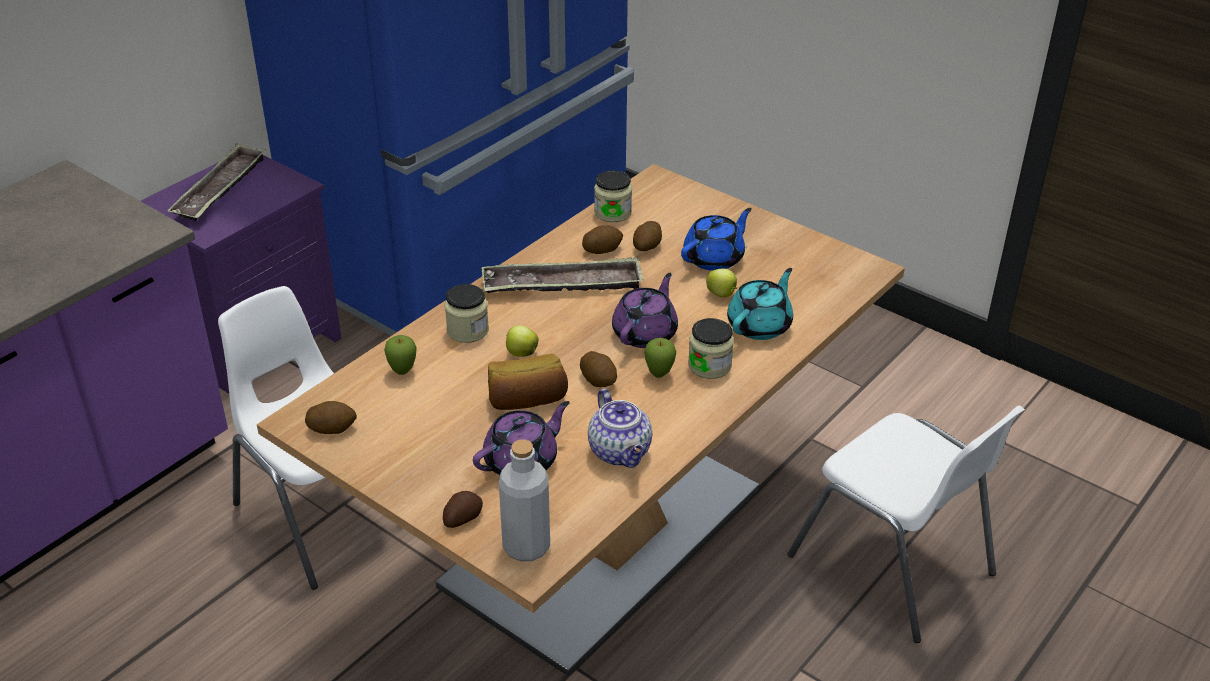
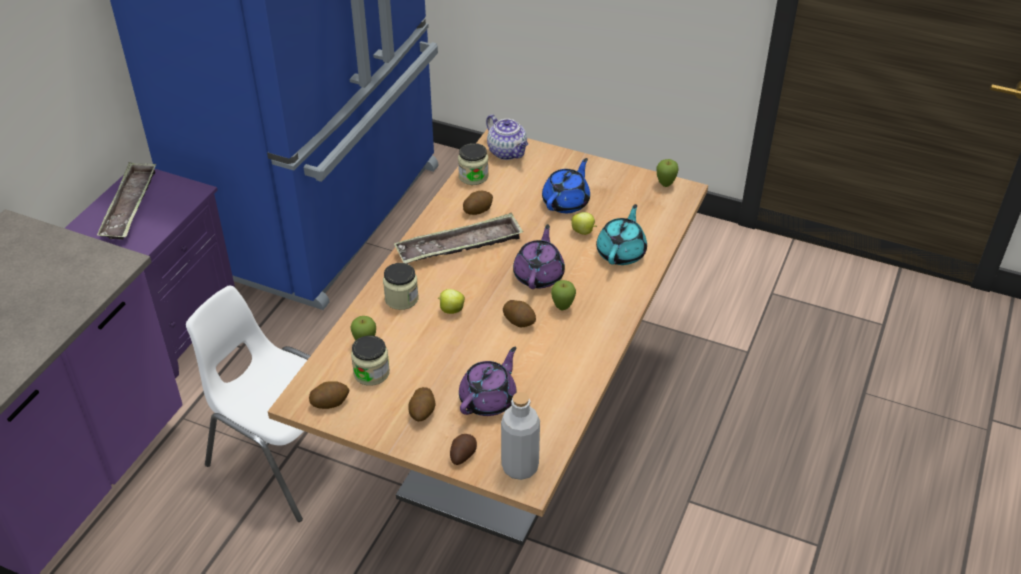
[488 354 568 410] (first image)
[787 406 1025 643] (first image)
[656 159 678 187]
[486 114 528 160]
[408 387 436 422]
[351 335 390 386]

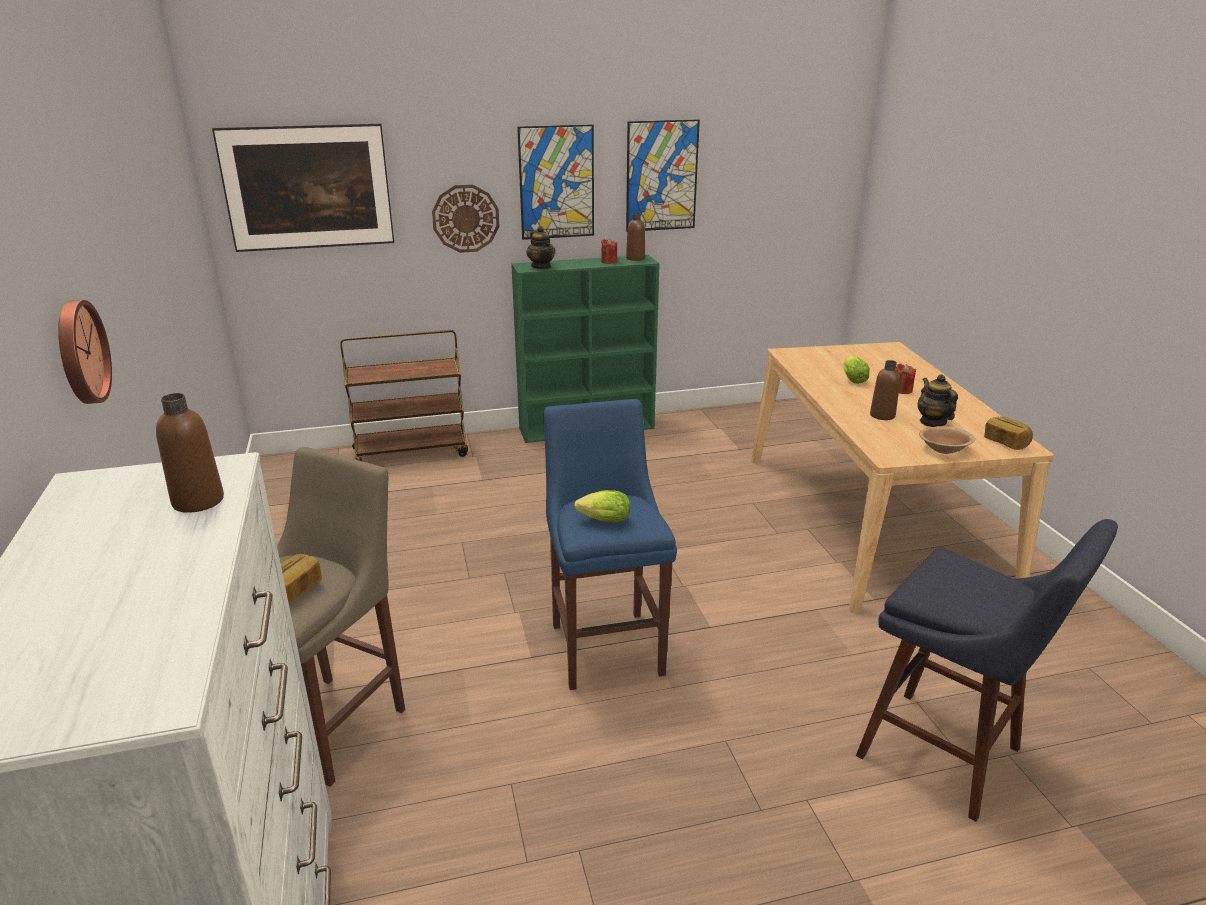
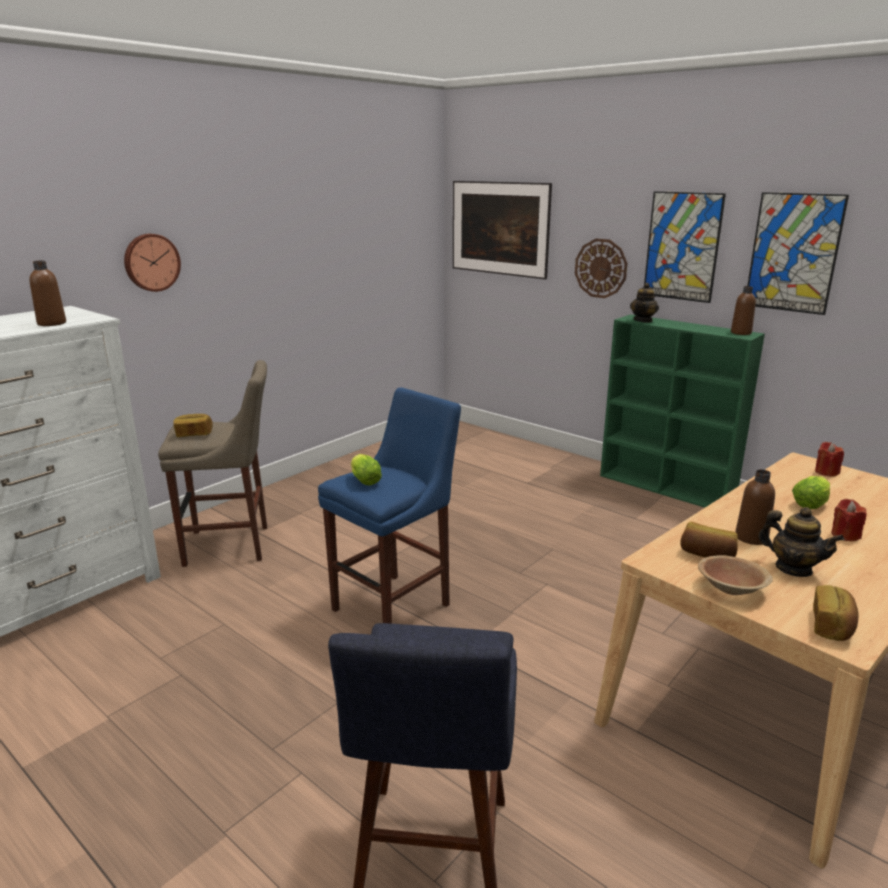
[340 330 468 461] (first image)
[680 521 738 557]
[815 442 844 477]
[758 507 844 577]

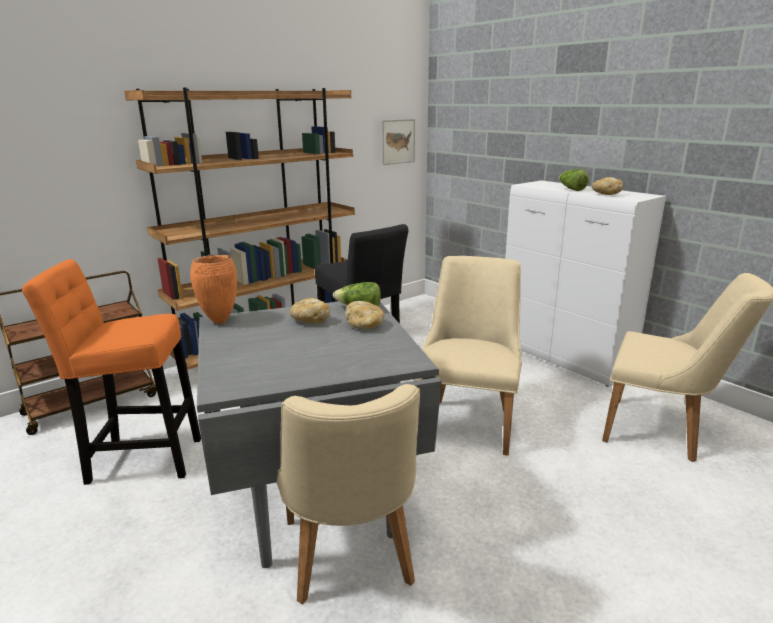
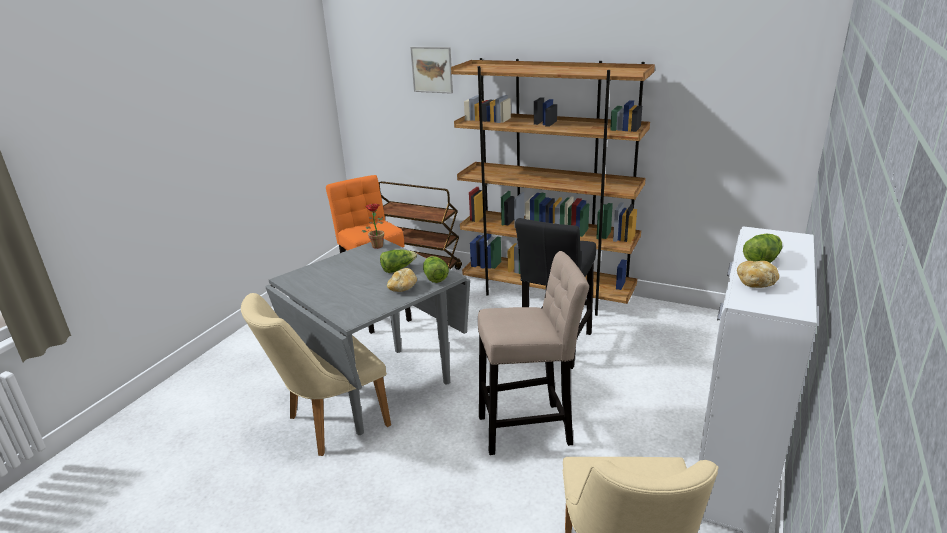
[410 47 453 94]
[362 204 384 249]
[380 250 417 273]
[478 251 589 455]

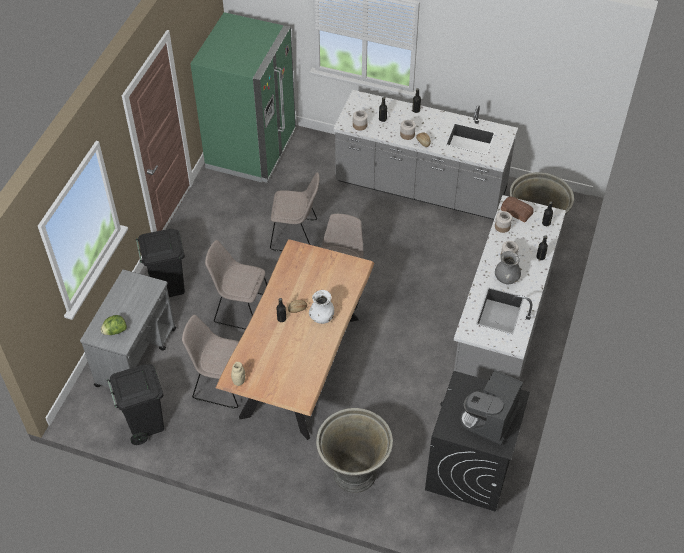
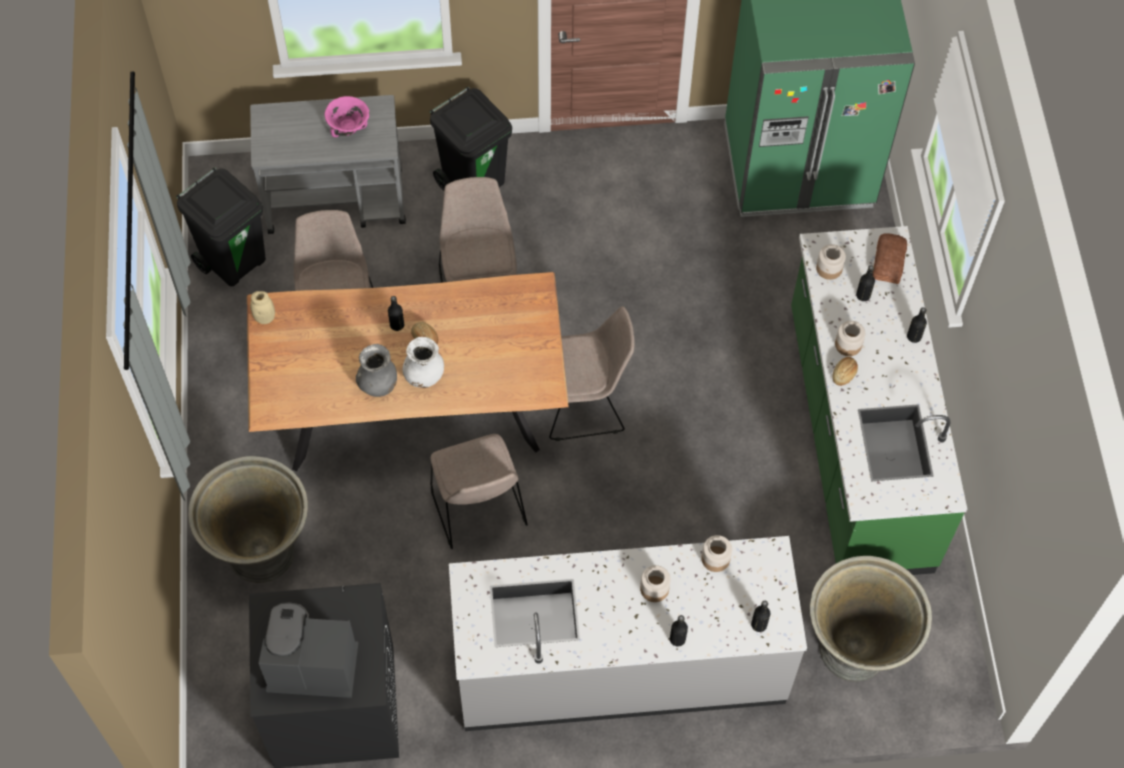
[101 315 127 335] (first image)
[324 96 369 137]
[430 434 528 549]
[356 344 397 397]
[873 233 907 284]
[791 226 967 575]

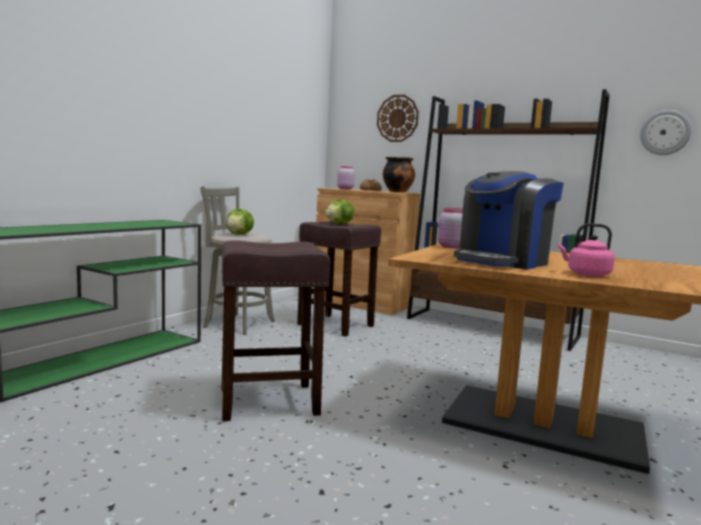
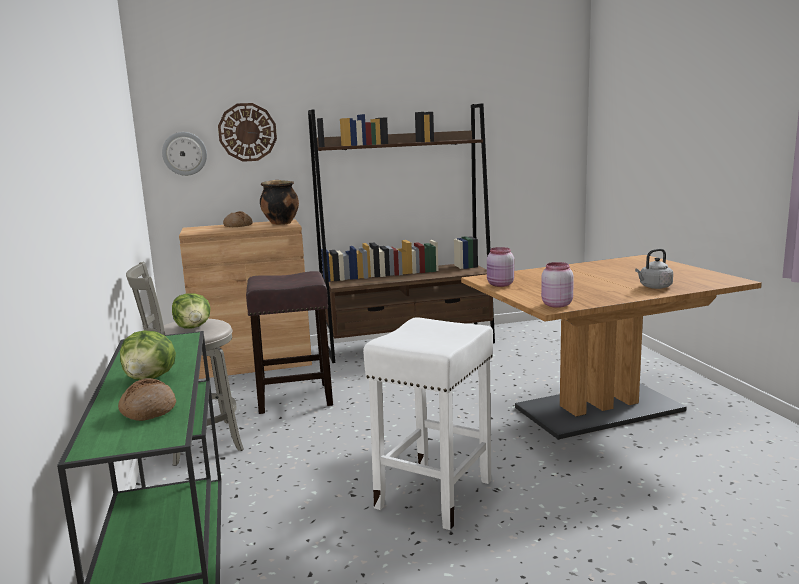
[454 171 564 269] (first image)
[118 378 176 421]
[120 330 176 380]
[541 262 574 308]
[162 132 207 176]
[363 318 493 530]
[635 249 673 289]

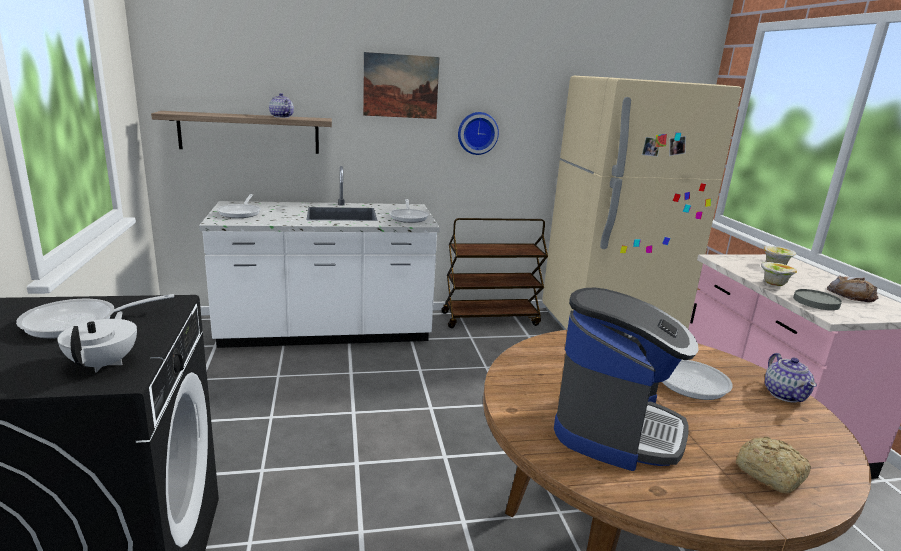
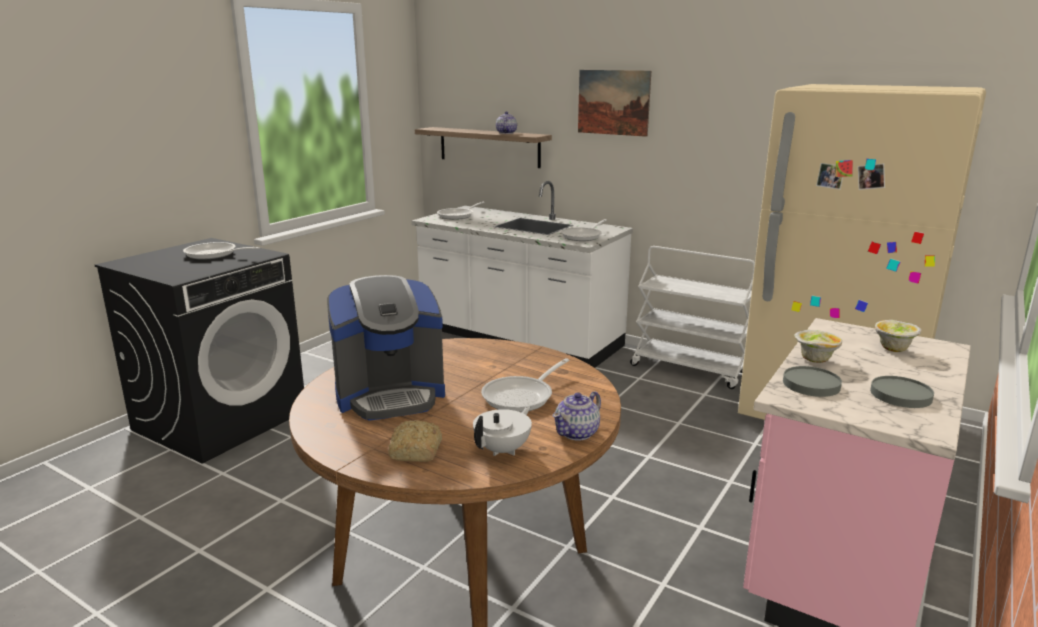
[458 112 499 155] (first image)
[473 406 532 456]
[870 376 934 408]
[630 246 755 389]

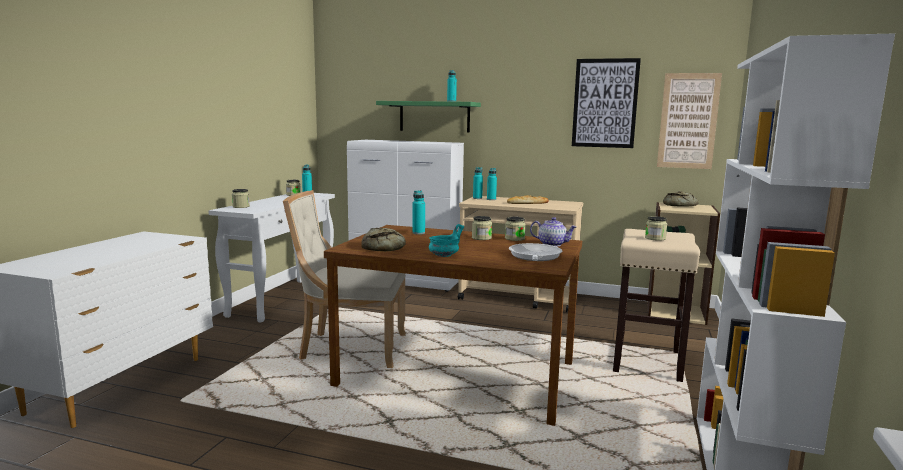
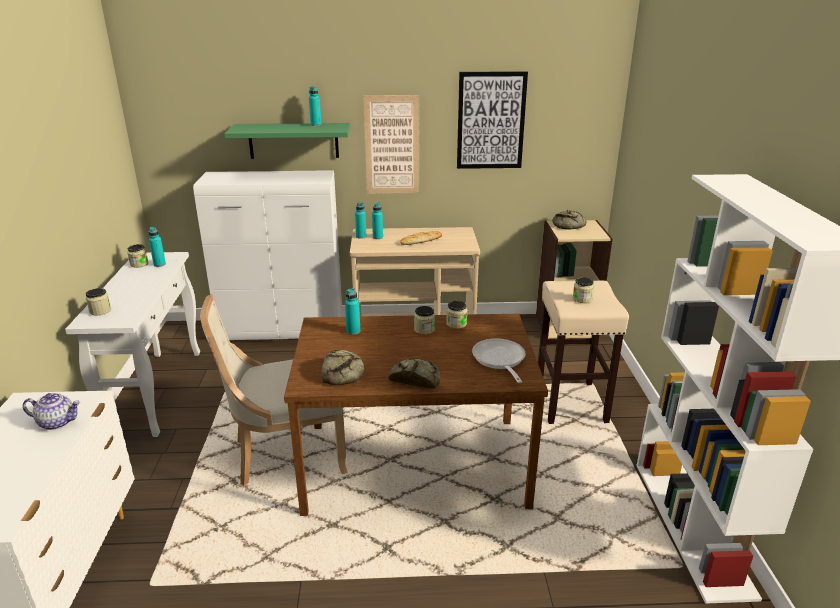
[23 393 80 430]
[363 95 419 193]
[389 358 441 389]

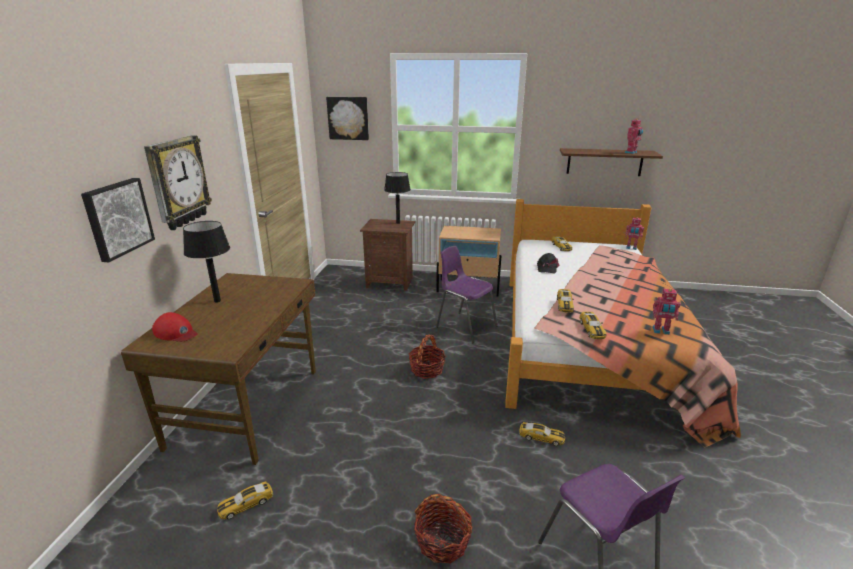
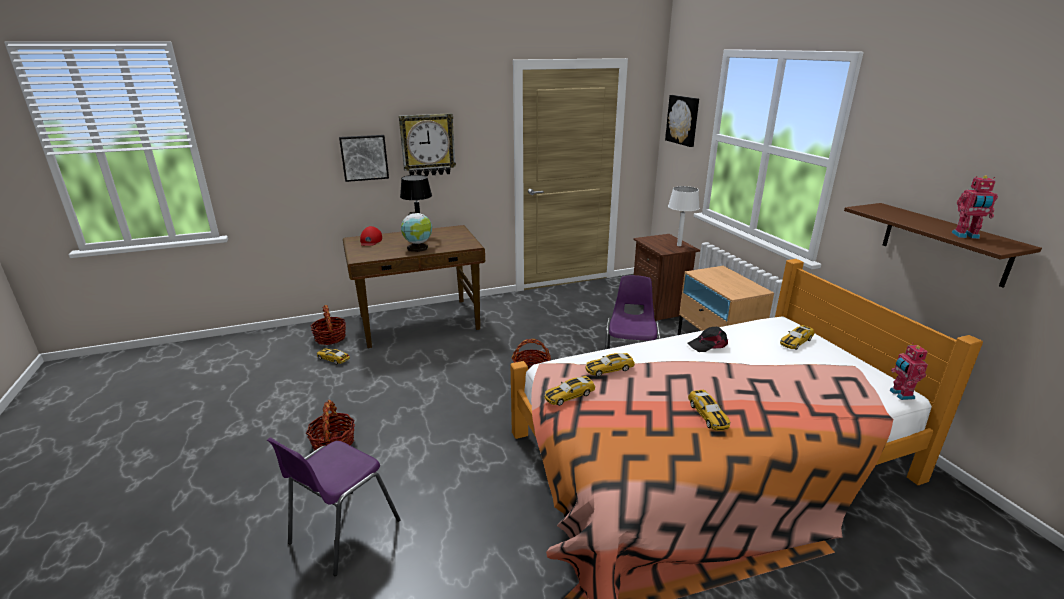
[652 288 681 335] (first image)
[311 305 346 345]
[401 212 432 252]
[688 390 730 431]
[668 186 700 246]

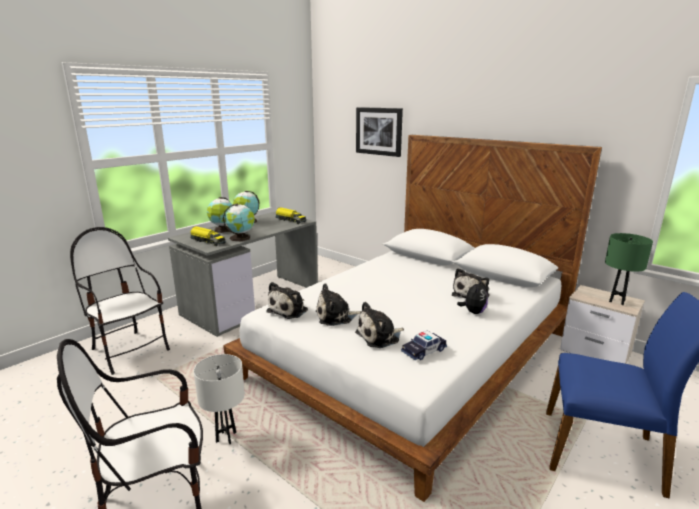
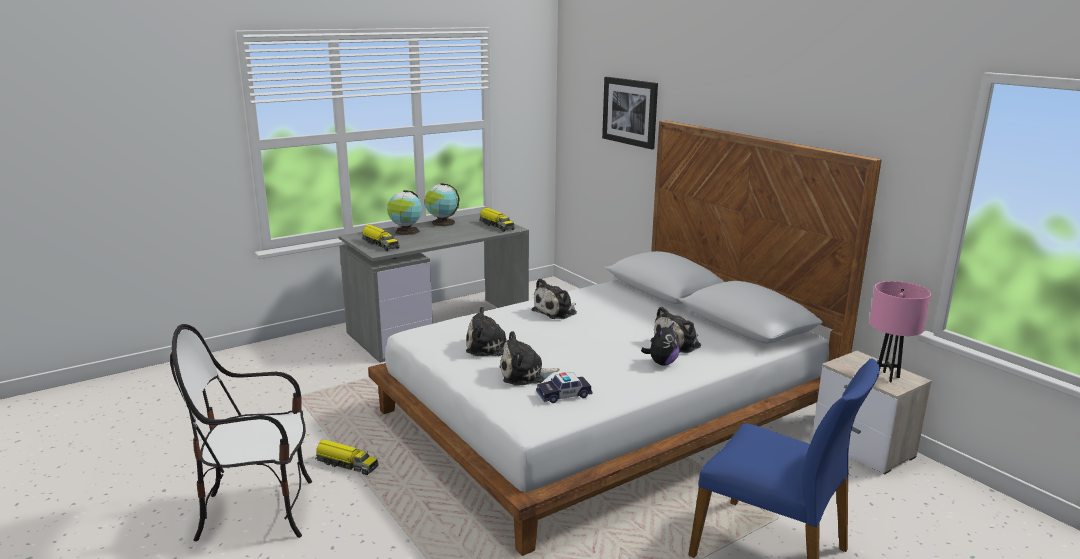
[70 227 170 375] (first image)
[223 204 255 241] (first image)
[531 278 577 319]
[315 439 379 475]
[869 281 931 382]

